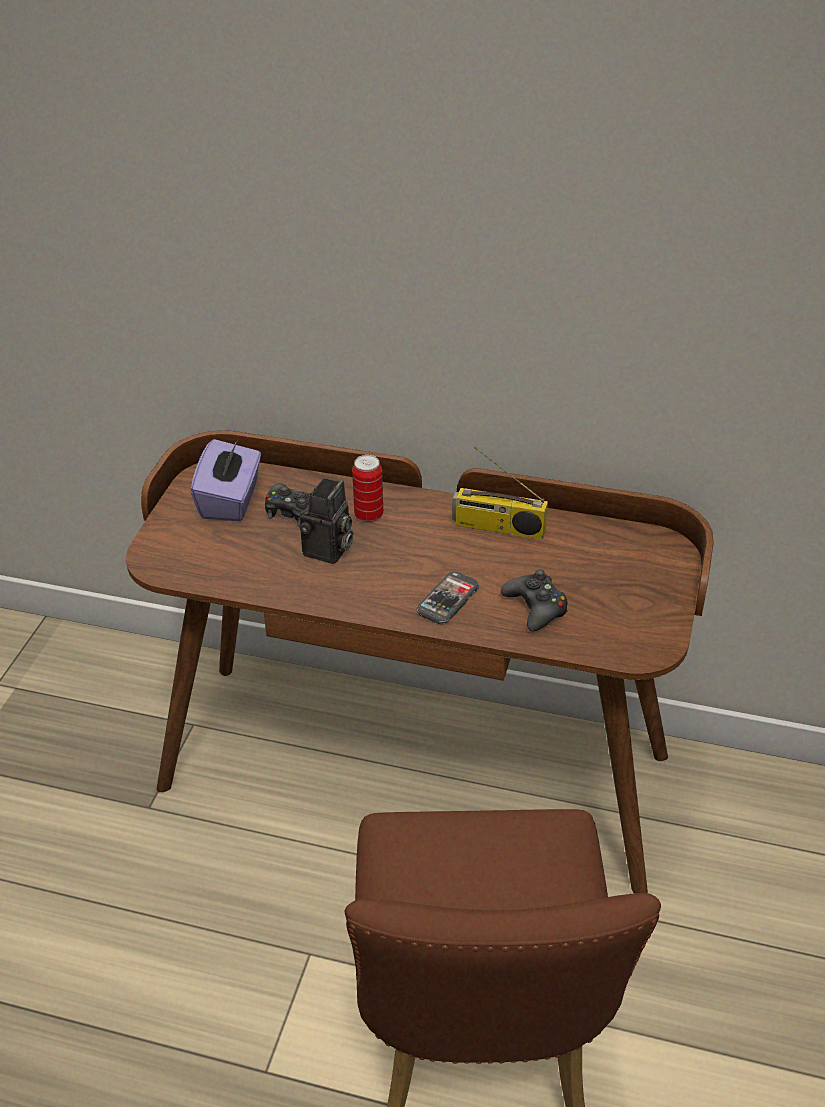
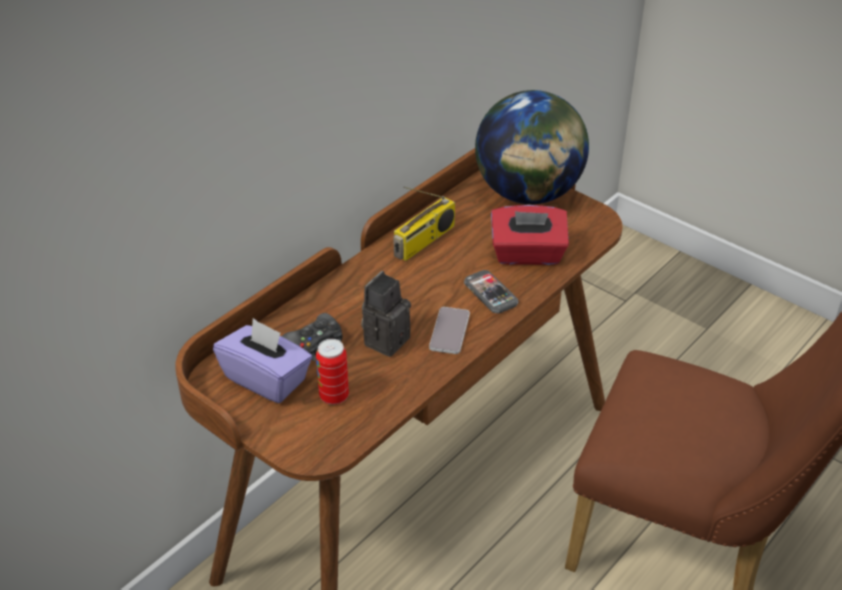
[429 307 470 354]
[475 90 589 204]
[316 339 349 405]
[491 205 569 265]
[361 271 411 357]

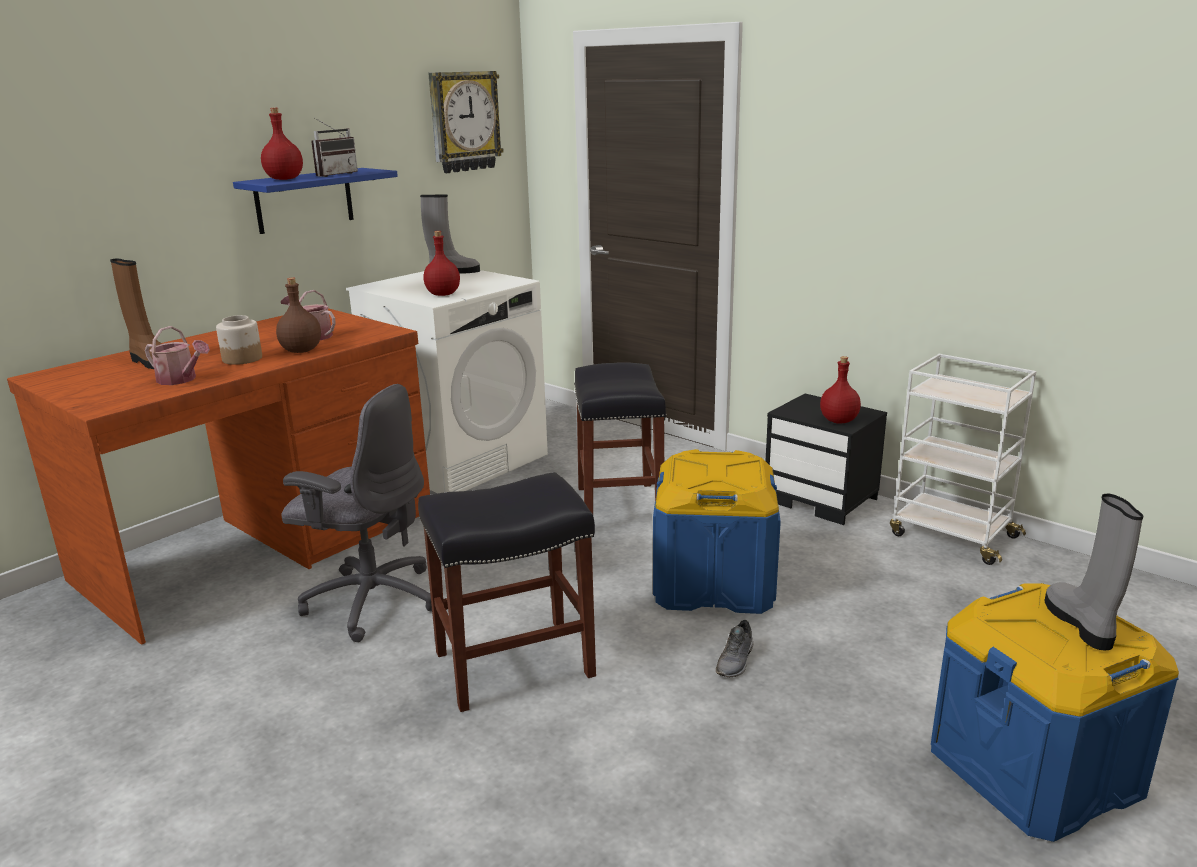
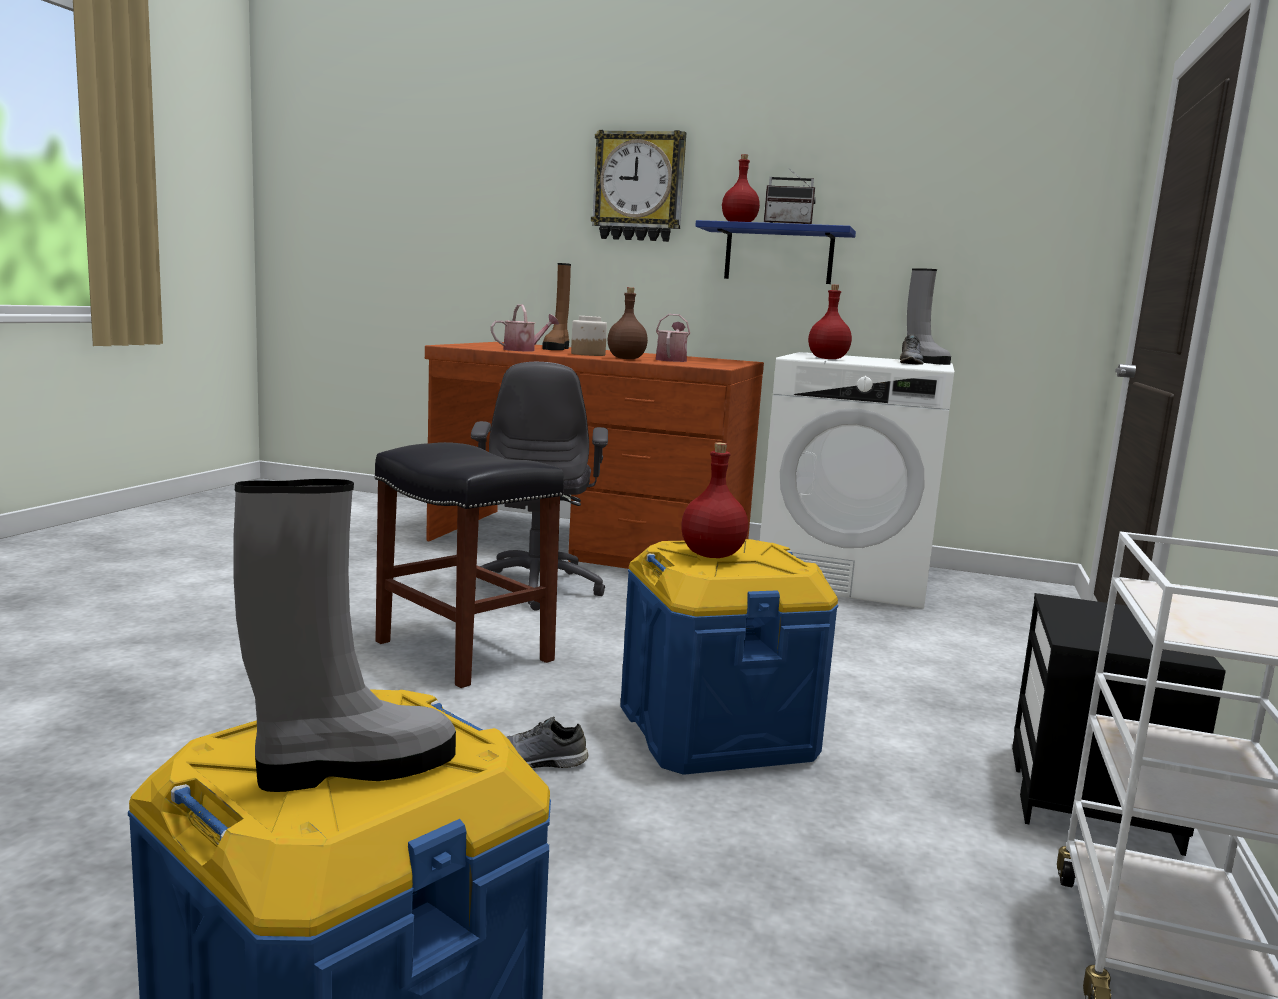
[574 362 667 514] (first image)
[900 334 924 365]
[591 130 686 242]
[681 442 748 558]
[491 304 559 352]

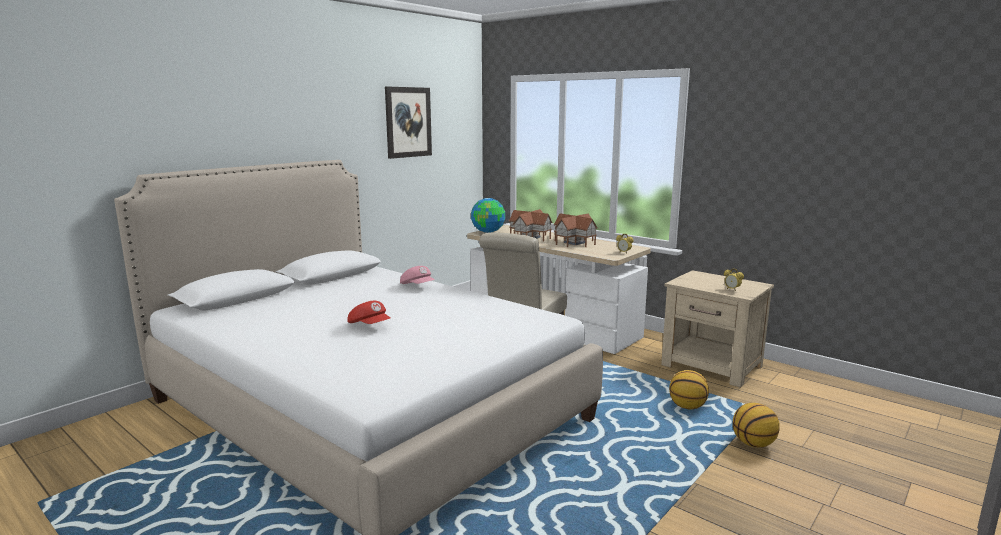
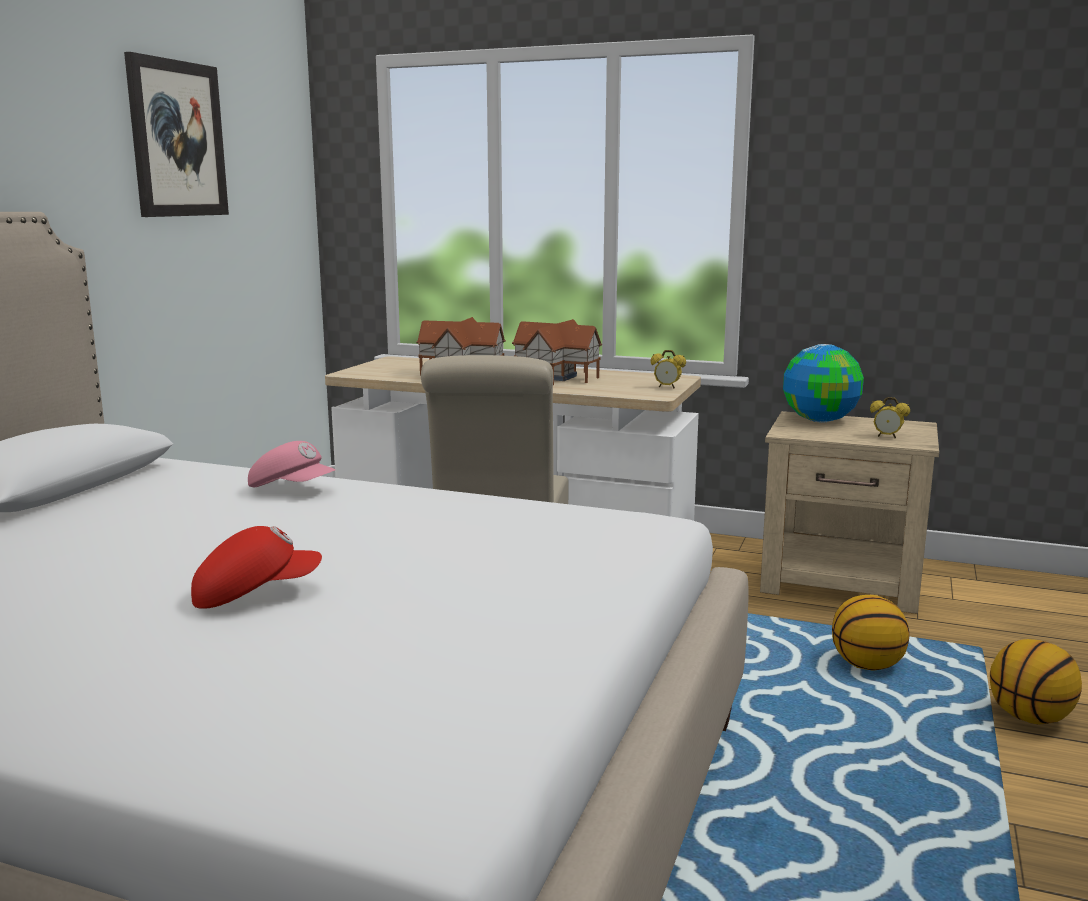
[783 344 864 423]
[191 526 322 609]

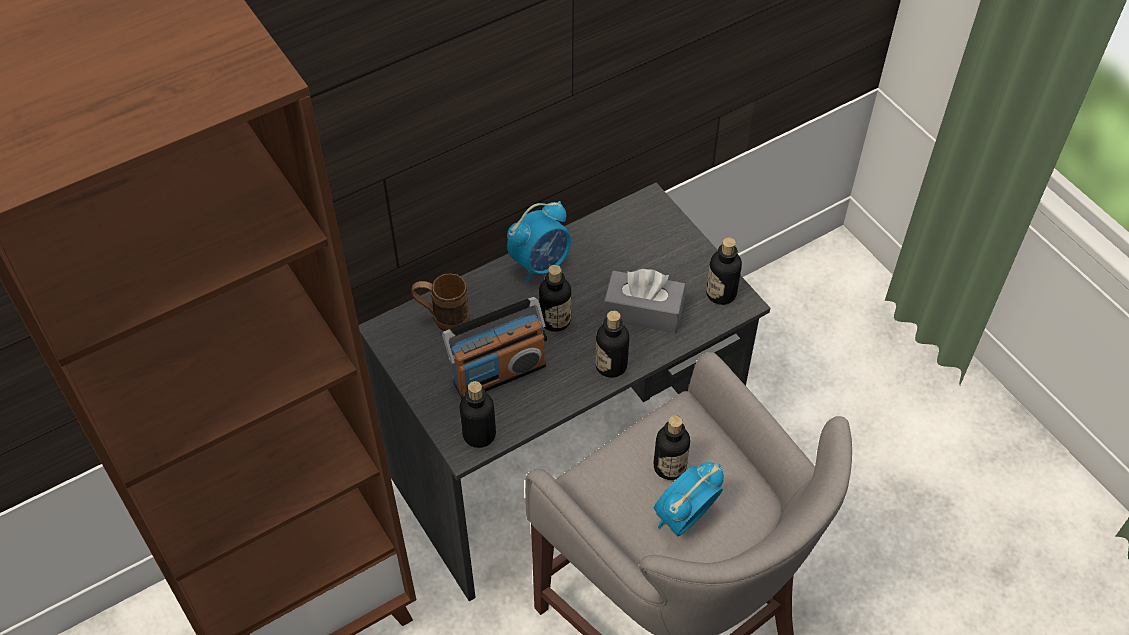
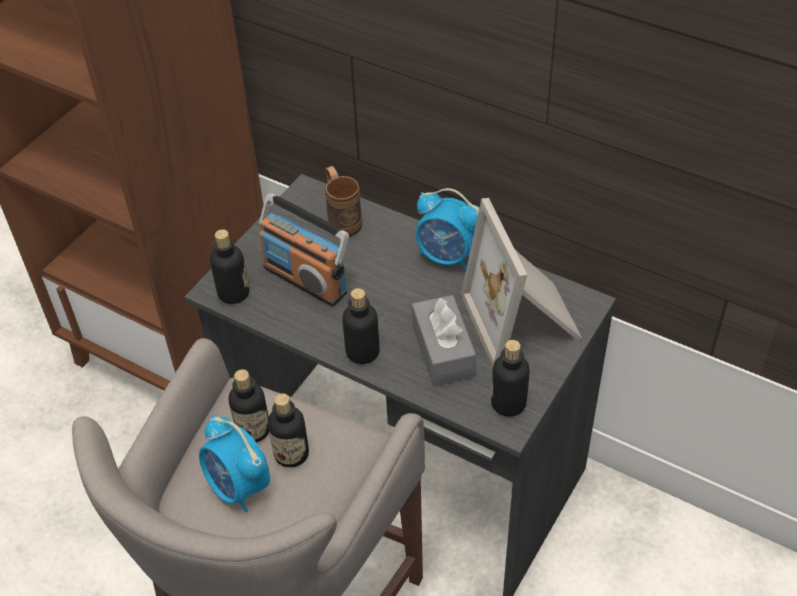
[461 198 582 367]
[228 369 269 442]
[199 415 270 513]

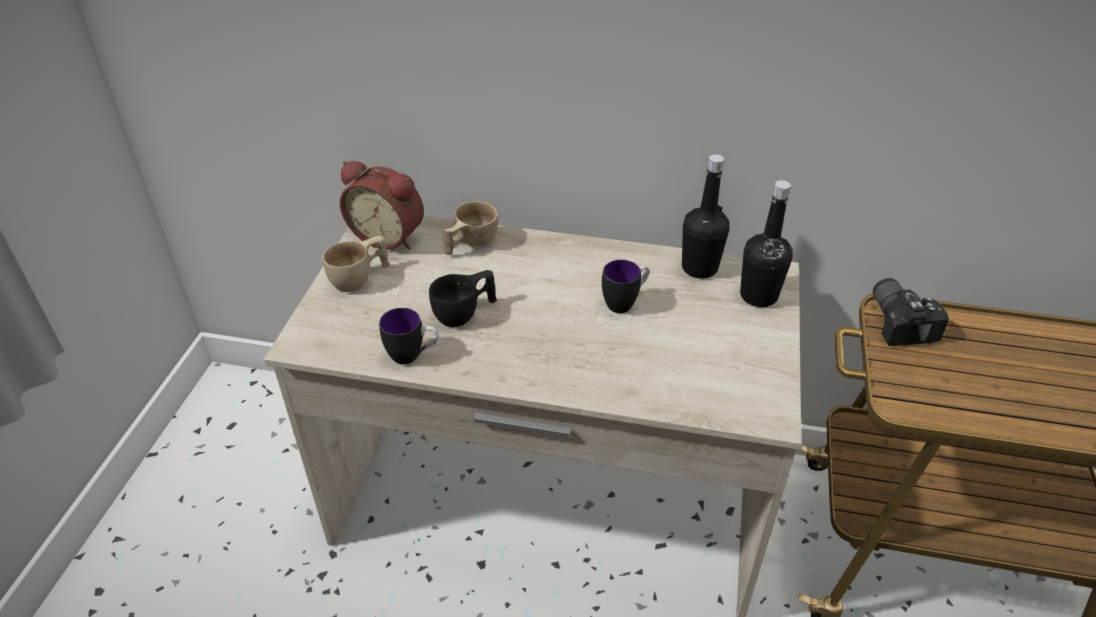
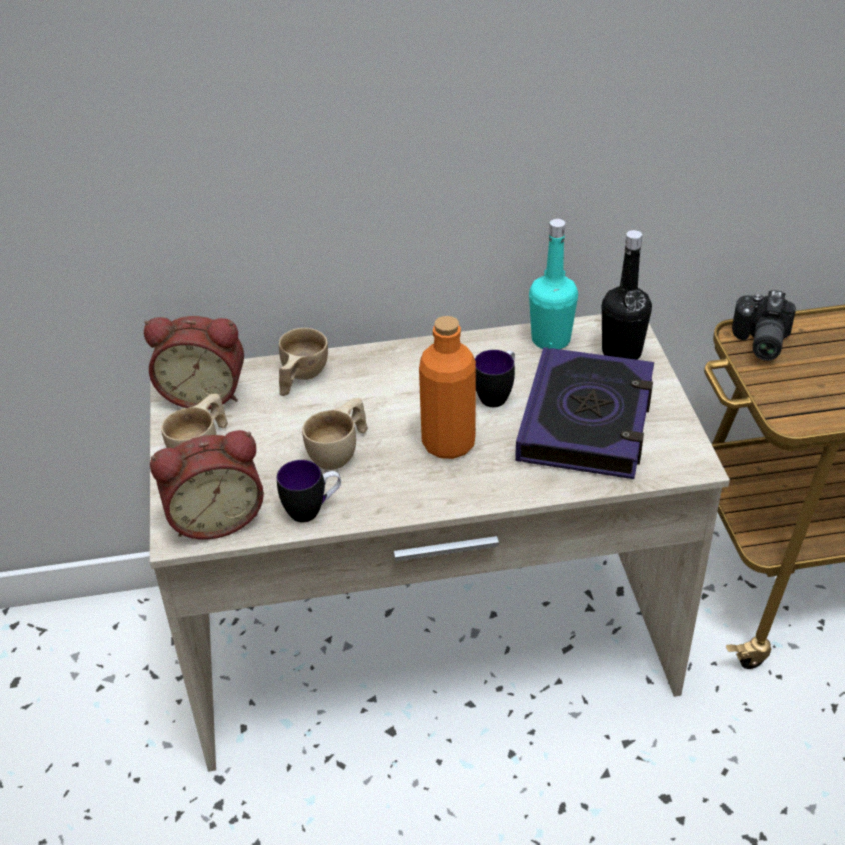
[150 430 264 540]
[419 316 476 459]
[515 347 654 479]
[302 398 368 470]
[529 219 578 349]
[732 290 796 361]

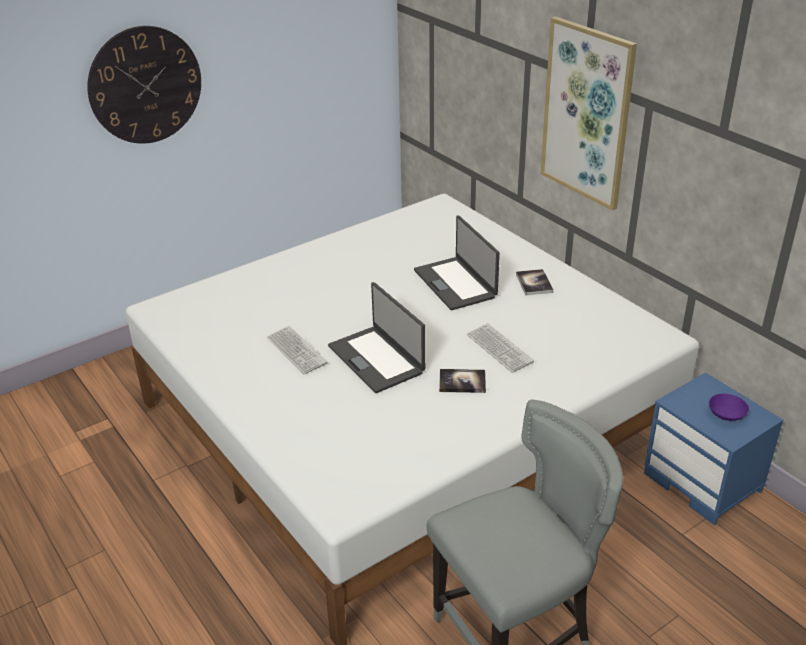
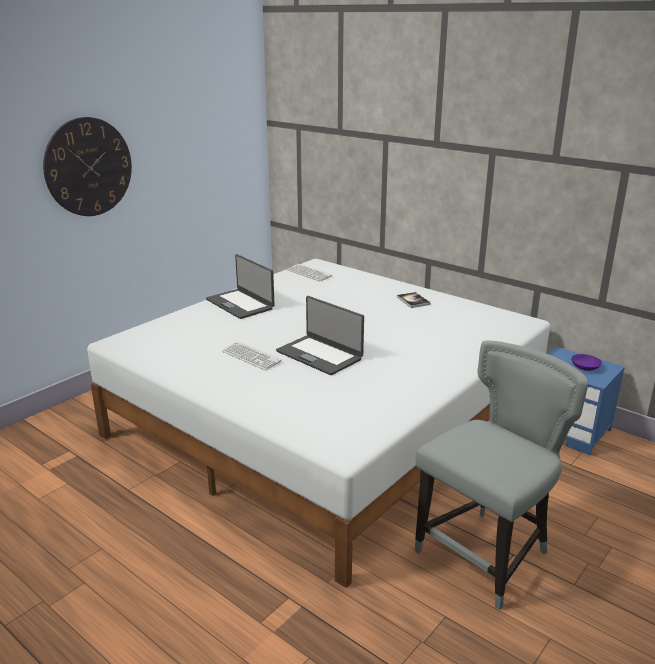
[439 369 486 393] (first image)
[541 16 637 210] (first image)
[206 254 275 319]
[287 264 332 281]

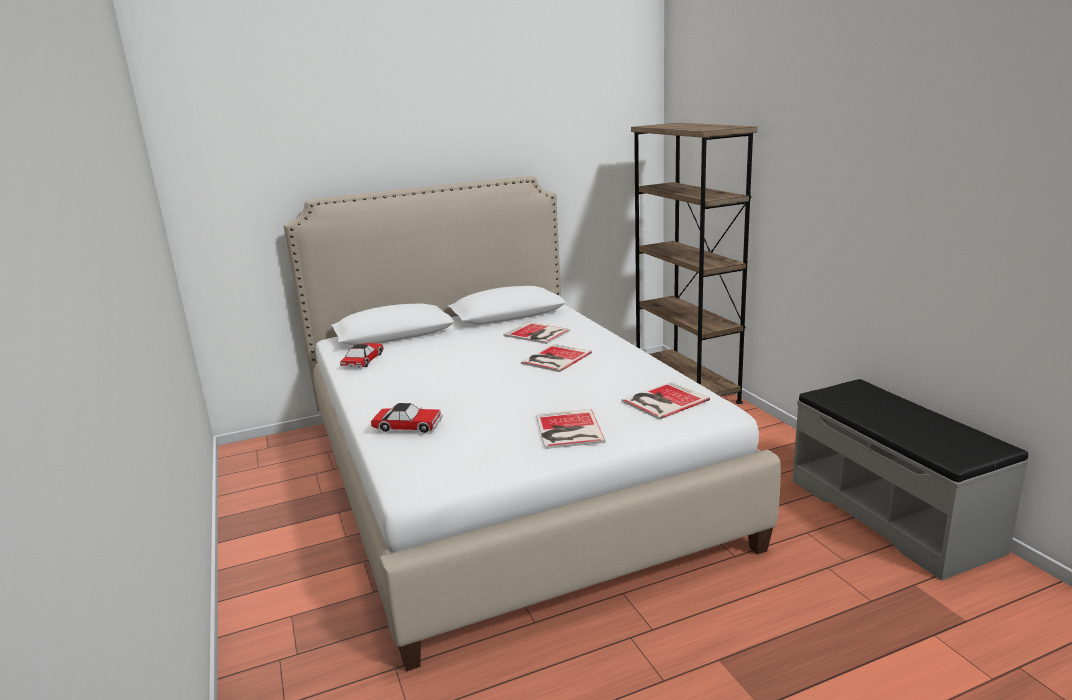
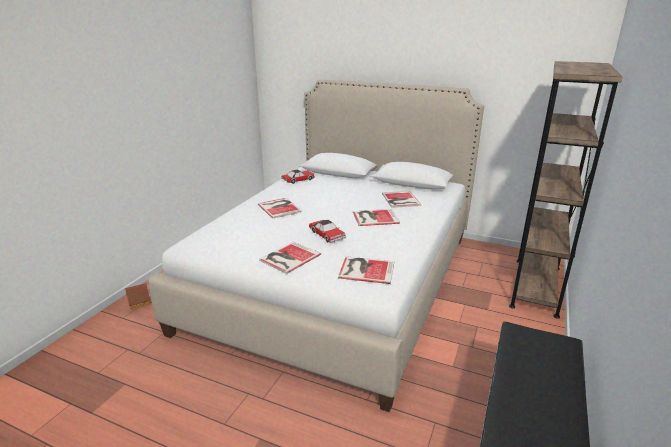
[125 283 151 310]
[258 198 302 219]
[309 220 346 243]

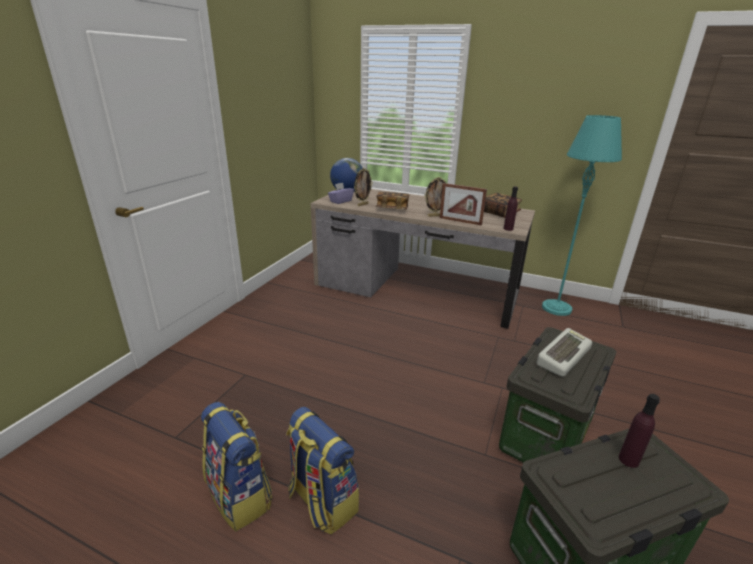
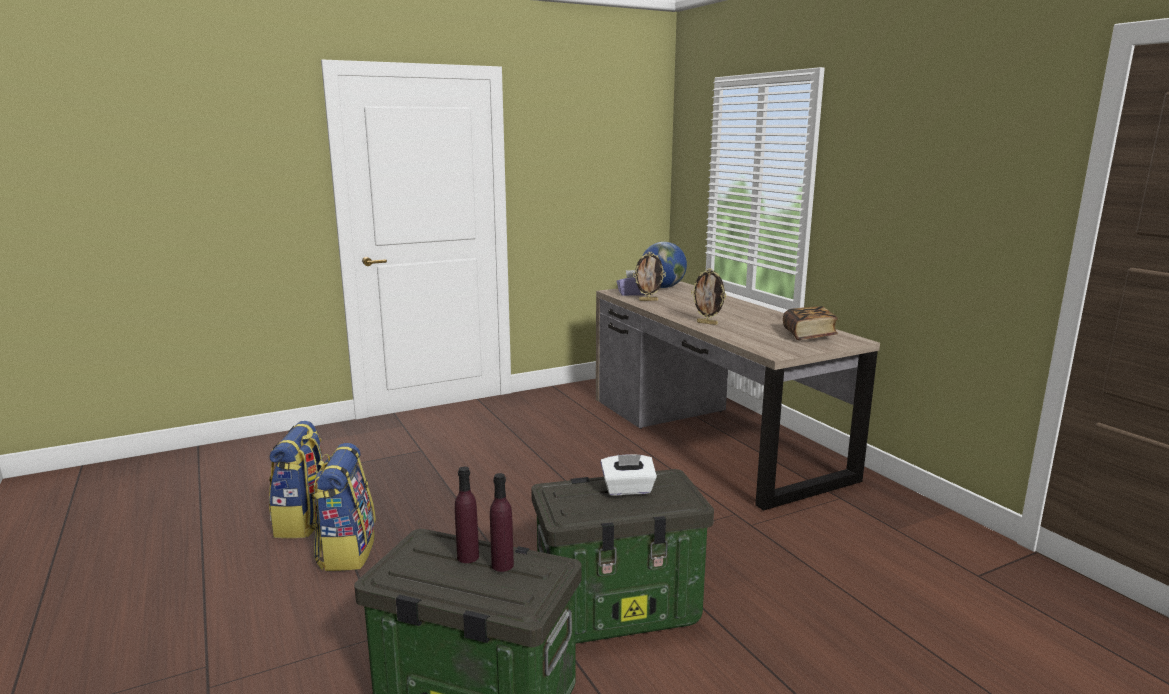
[376 192 409 210] (first image)
[440 183 487 226] (first image)
[542 115 622 316] (first image)
[455 467 479 563]
[600 454 657 495]

